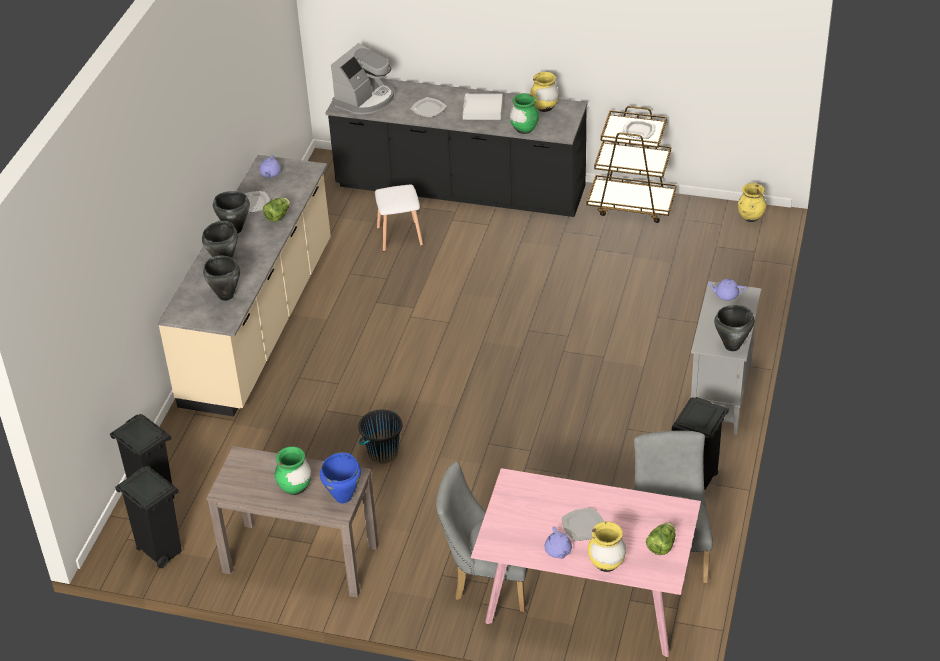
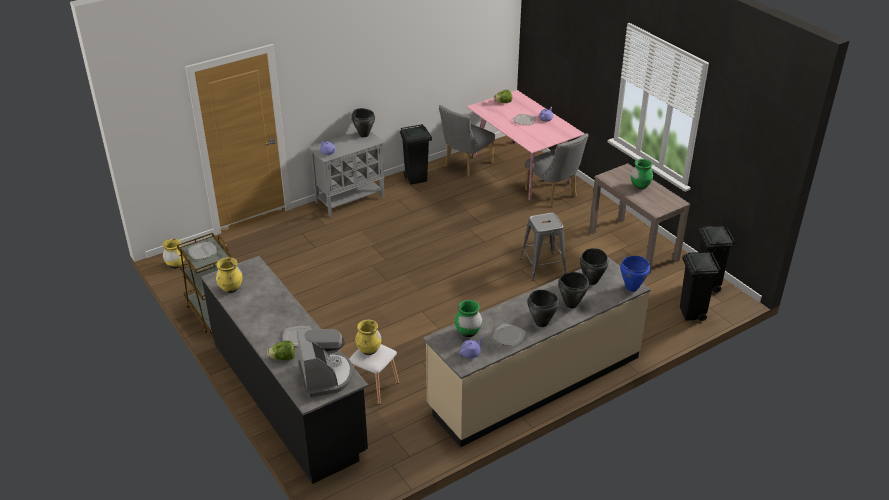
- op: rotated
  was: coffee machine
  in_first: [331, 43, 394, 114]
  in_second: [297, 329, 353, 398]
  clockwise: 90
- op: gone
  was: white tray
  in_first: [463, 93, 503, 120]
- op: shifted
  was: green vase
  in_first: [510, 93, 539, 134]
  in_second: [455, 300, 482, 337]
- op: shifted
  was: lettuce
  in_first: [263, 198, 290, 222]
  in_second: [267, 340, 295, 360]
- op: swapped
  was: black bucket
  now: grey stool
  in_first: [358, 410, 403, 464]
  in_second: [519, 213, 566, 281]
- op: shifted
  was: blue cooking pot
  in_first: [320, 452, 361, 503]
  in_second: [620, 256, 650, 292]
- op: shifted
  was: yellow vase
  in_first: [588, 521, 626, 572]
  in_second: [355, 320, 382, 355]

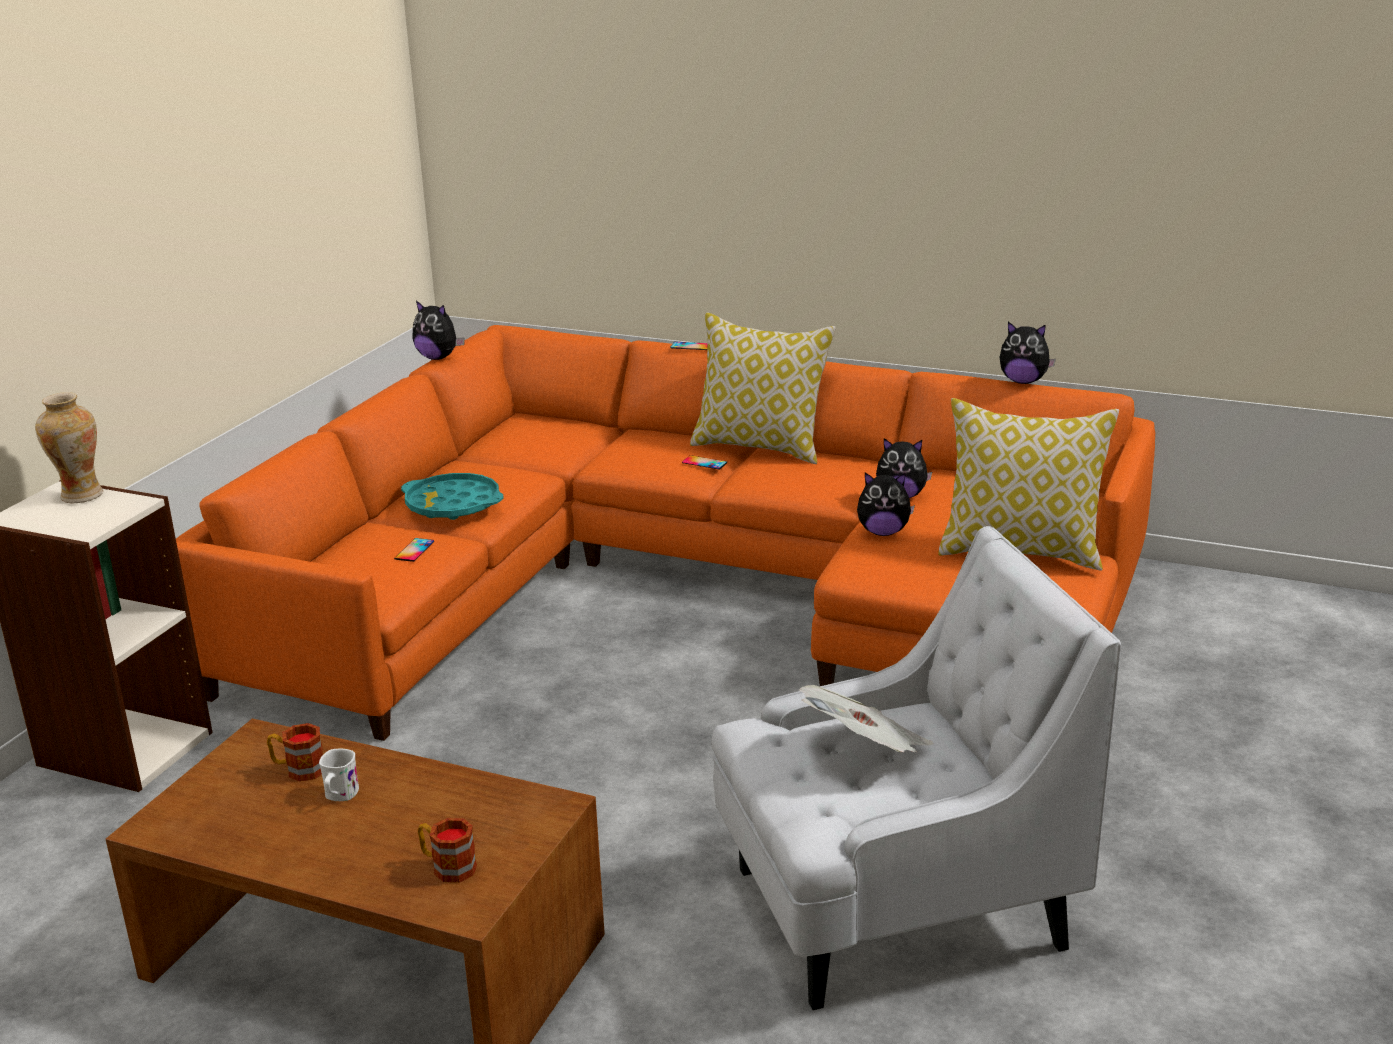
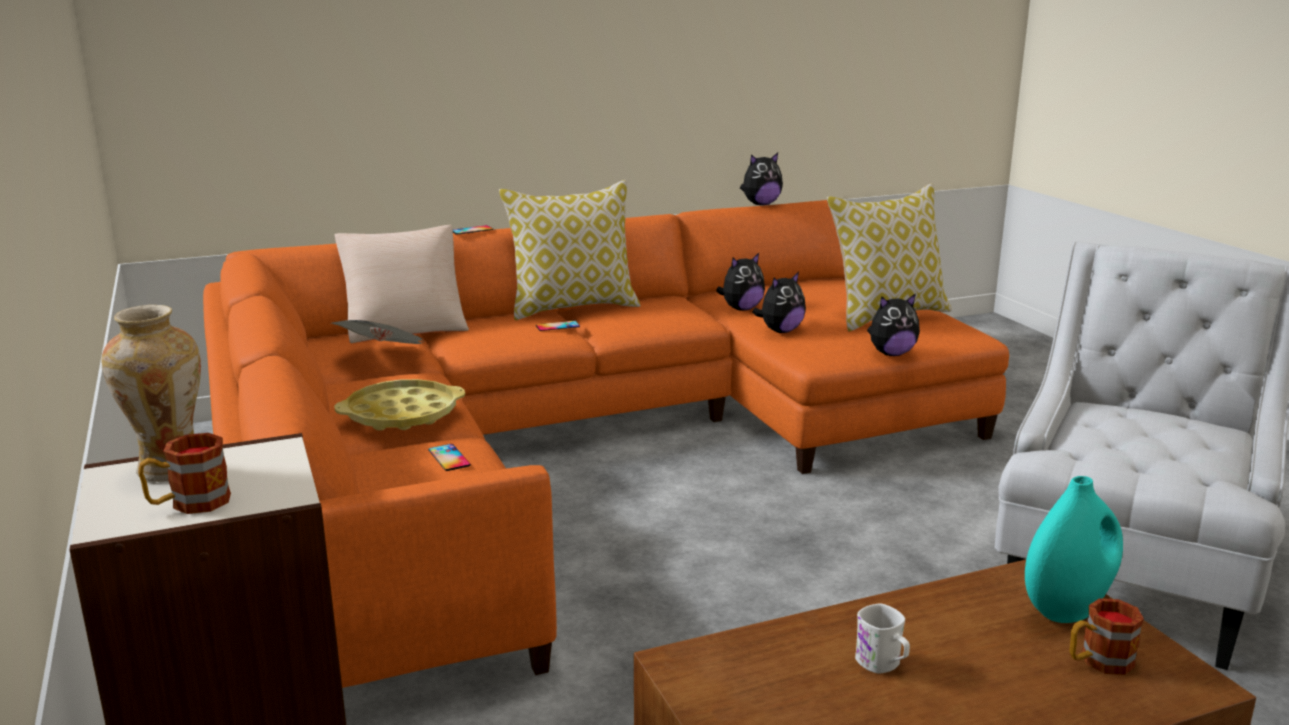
- op: shifted
  was: plush toy
  in_first: [413, 301, 465, 360]
  in_second: [867, 294, 920, 356]
- op: repainted
  was: turquoise tray
  now: yellow tray
  in_first: [401, 473, 503, 520]
  in_second: [334, 379, 465, 431]
- op: shifted
  was: newspaper
  in_first: [799, 685, 934, 753]
  in_second: [331, 320, 425, 344]
- op: shifted
  was: mug
  in_first: [267, 723, 323, 782]
  in_second: [138, 433, 231, 514]
- op: new
  now: beige pillow
  in_second: [335, 225, 469, 343]
- op: new
  now: turquoise vase
  in_second: [1025, 476, 1123, 623]

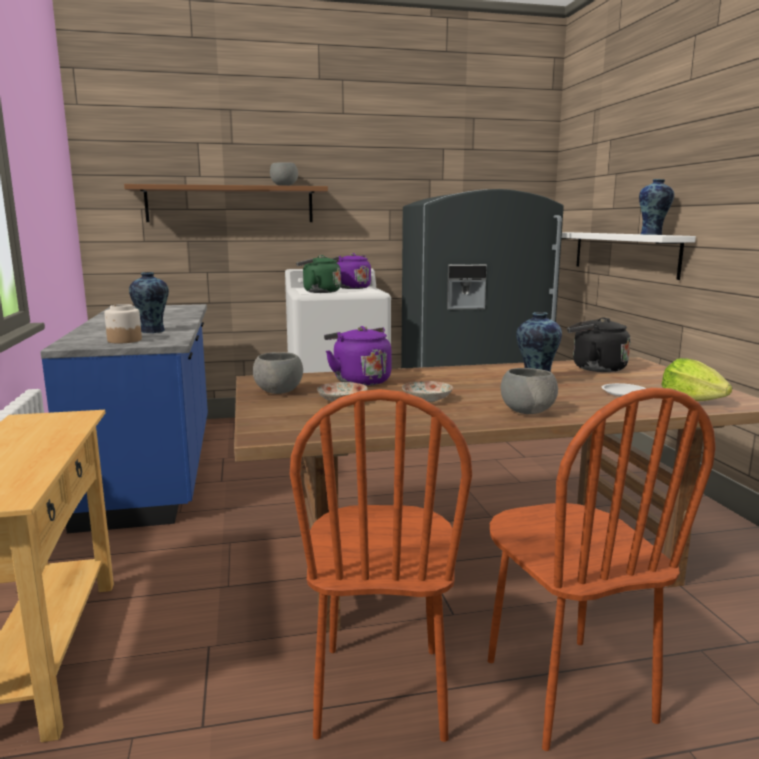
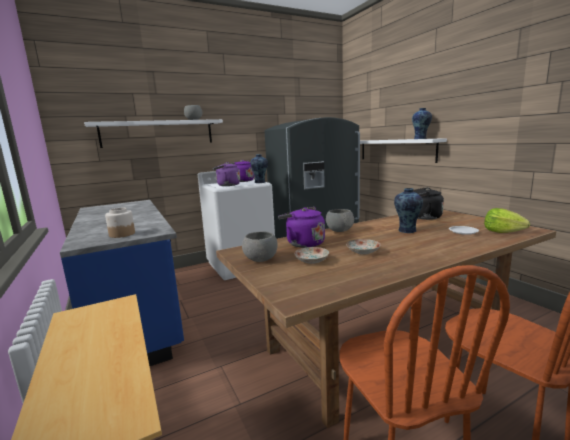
- op: repainted
  was: brown shelf
  now: white shelf
  in_first: [124, 184, 328, 222]
  in_second: [84, 119, 223, 148]
- op: repainted
  was: green kettle
  now: purple kettle
  in_first: [296, 255, 341, 293]
  in_second: [212, 162, 240, 186]
- op: shifted
  was: vase
  in_first: [129, 272, 169, 333]
  in_second: [250, 154, 268, 183]
- op: shifted
  was: grey bowl
  in_first: [501, 368, 558, 414]
  in_second: [326, 209, 354, 232]

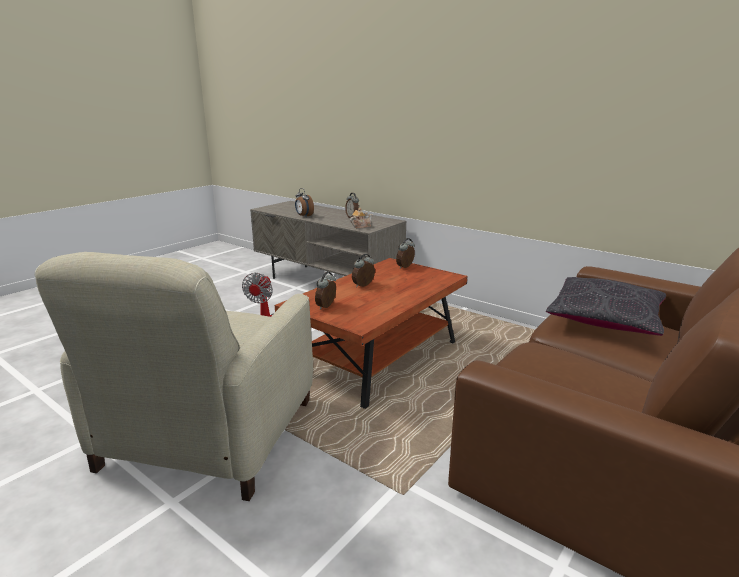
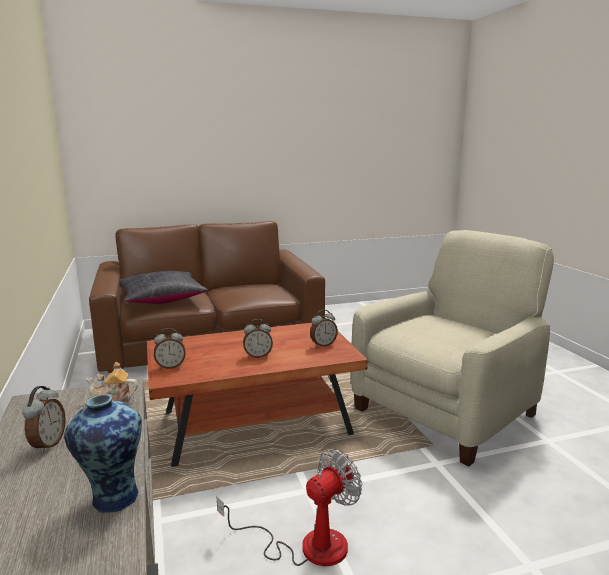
- op: swapped
  was: alarm clock
  now: vase
  in_first: [295, 188, 314, 218]
  in_second: [64, 394, 142, 513]

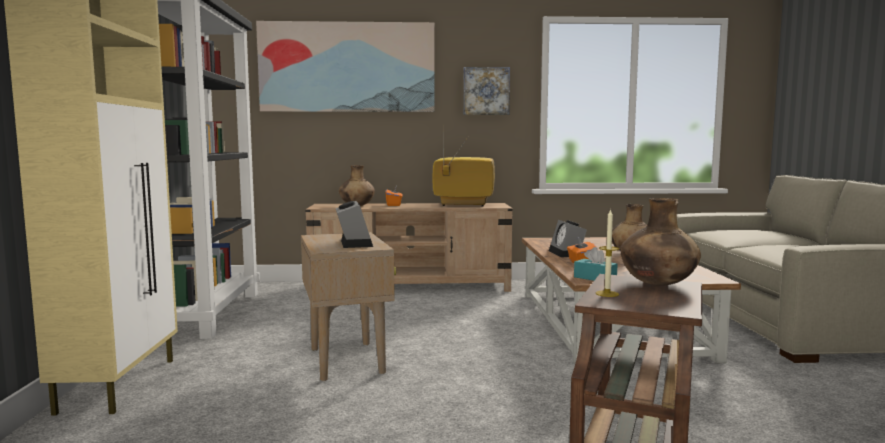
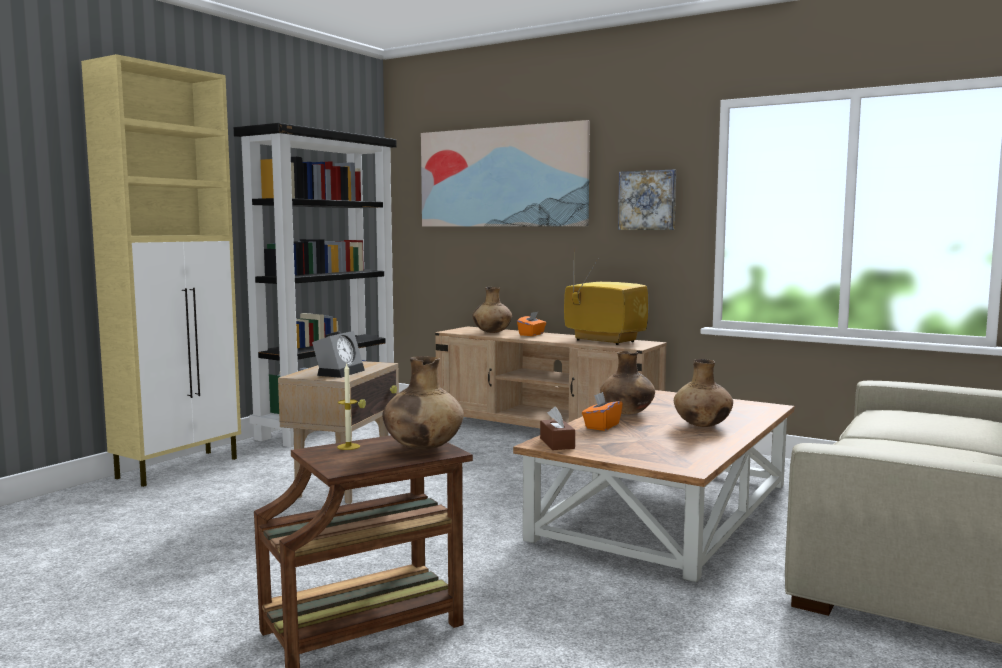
- op: swapped
  was: alarm clock
  now: brown vase
  in_first: [549, 220, 587, 257]
  in_second: [600, 351, 655, 415]
- op: repainted
  was: turquoise tissue box
  now: brown tissue box
  in_first: [574, 247, 618, 281]
  in_second: [540, 406, 575, 450]

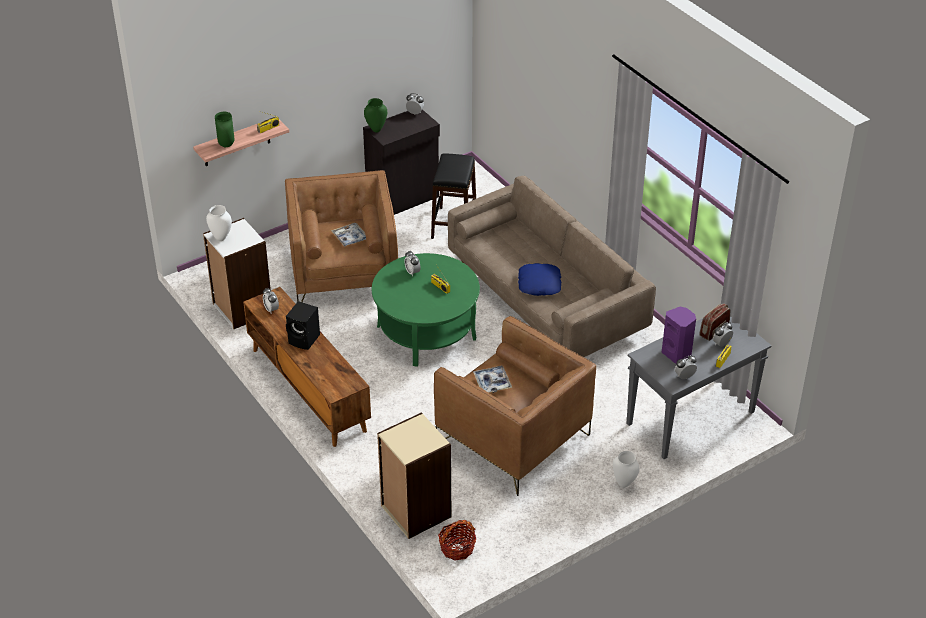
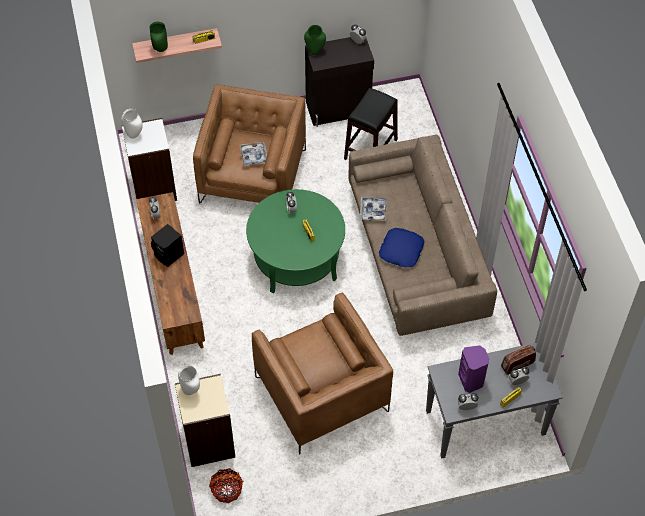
- op: shifted
  was: tray
  in_first: [473, 366, 512, 393]
  in_second: [360, 197, 387, 221]
- op: shifted
  was: white vase
  in_first: [613, 451, 639, 488]
  in_second: [178, 366, 200, 395]

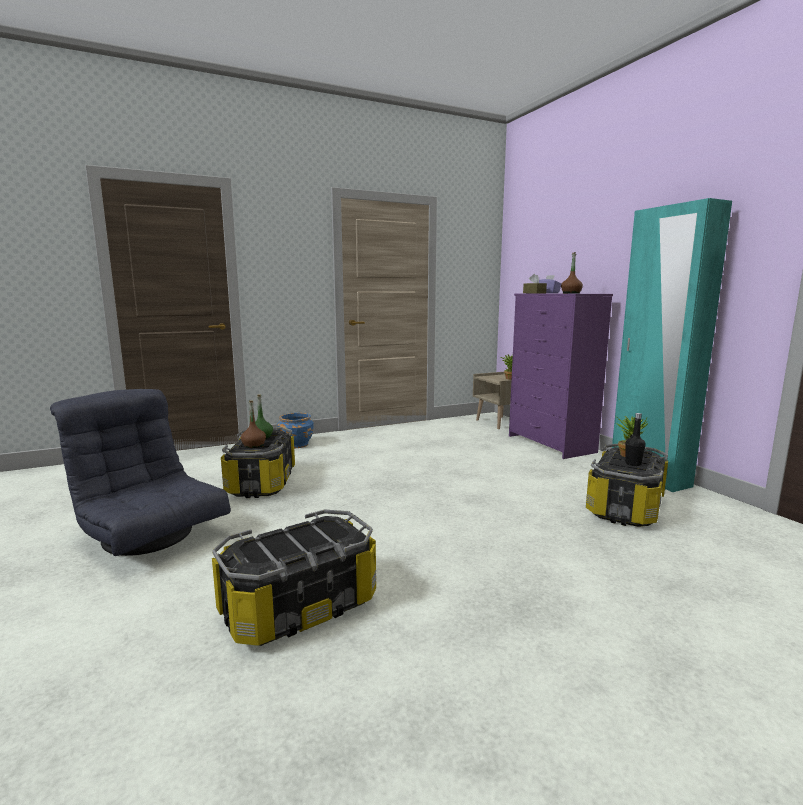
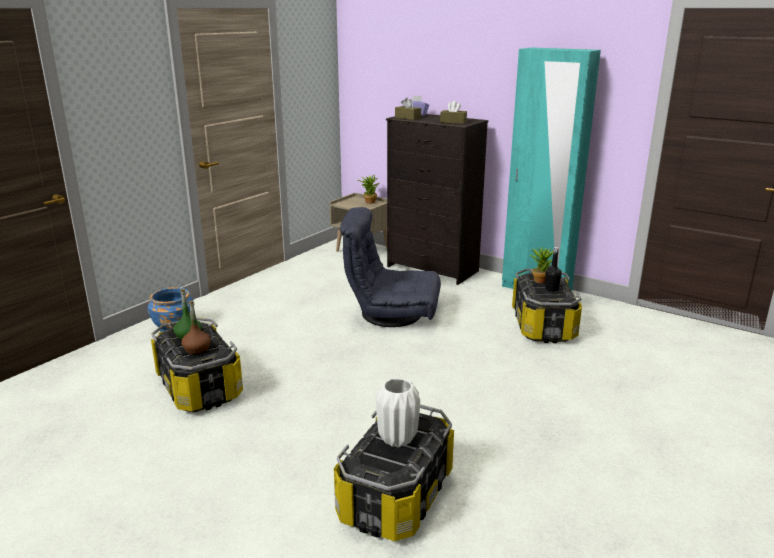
- op: swapped
  was: brown bottle
  now: brown tissue box
  in_first: [561, 252, 583, 294]
  in_second: [440, 101, 467, 124]
- op: repainted
  was: purple dresser
  now: black dresser
  in_first: [509, 294, 613, 459]
  in_second: [386, 114, 488, 285]
- op: shifted
  was: grey armchair
  in_first: [50, 389, 231, 556]
  in_second: [340, 207, 441, 327]
- op: new
  now: white vase
  in_second: [376, 378, 420, 448]

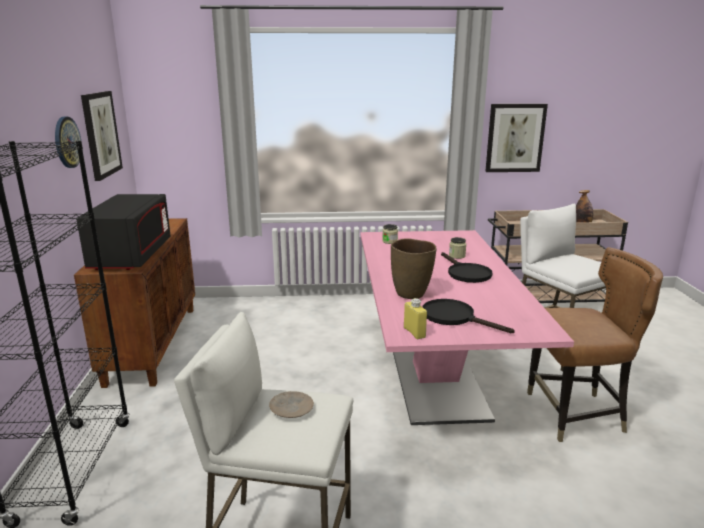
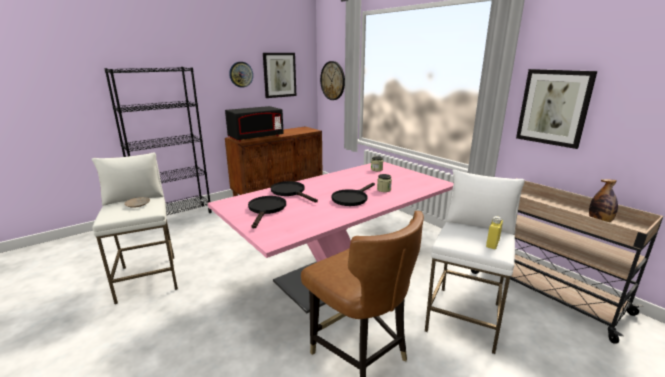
- op: swapped
  was: brown vase
  now: black frying pan
  in_first: [391, 238, 437, 299]
  in_second: [271, 181, 318, 202]
- op: shifted
  was: yellow bottle
  in_first: [404, 298, 427, 339]
  in_second: [486, 216, 503, 249]
- op: new
  now: wall clock
  in_second: [320, 61, 345, 100]

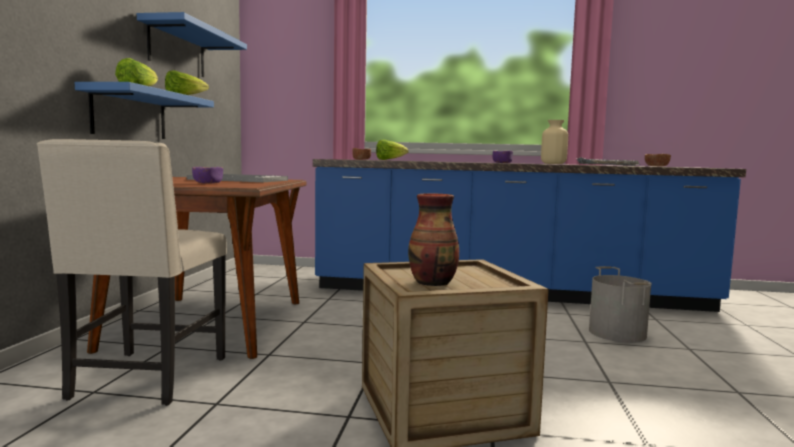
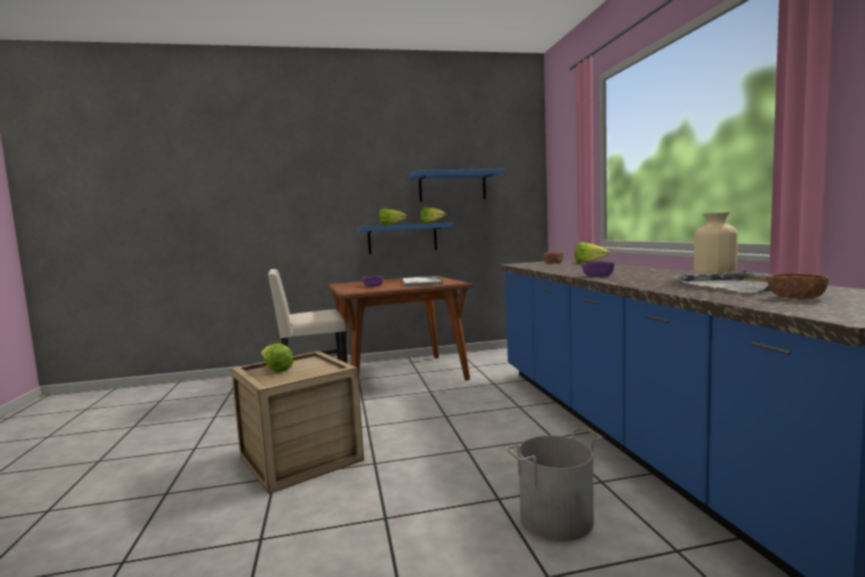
- op: swapped
  was: vase
  now: lettuce
  in_first: [408, 193, 459, 286]
  in_second: [261, 343, 294, 372]

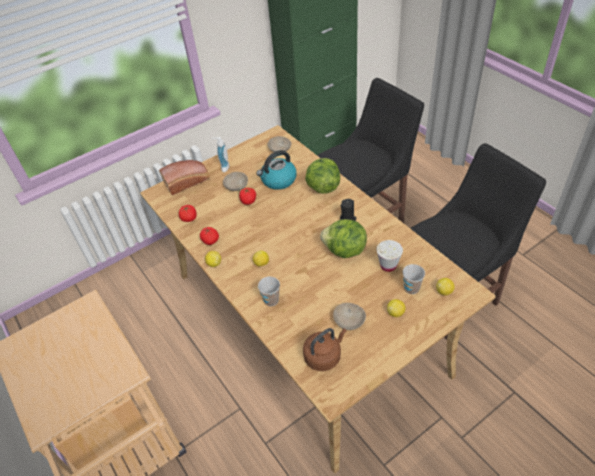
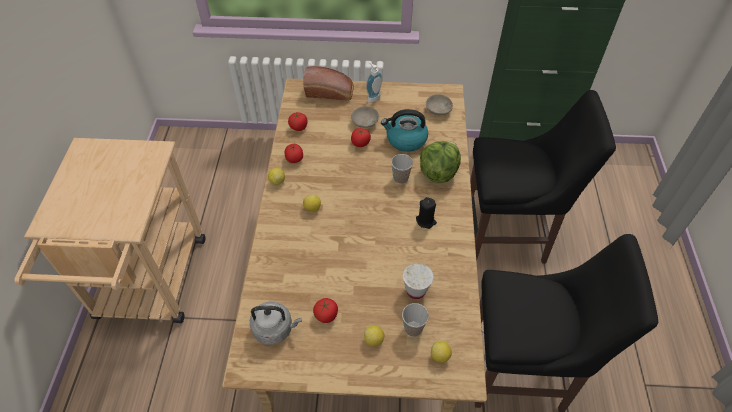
- op: gone
  was: lettuce
  in_first: [320, 219, 367, 258]
- op: shifted
  was: cup
  in_first: [258, 276, 280, 306]
  in_second: [391, 154, 413, 184]
- op: swapped
  was: beige bowl
  now: tomato
  in_first: [333, 303, 366, 330]
  in_second: [313, 298, 338, 323]
- op: repainted
  was: brown kettle
  now: grey kettle
  in_first: [303, 328, 347, 371]
  in_second: [250, 301, 302, 345]

